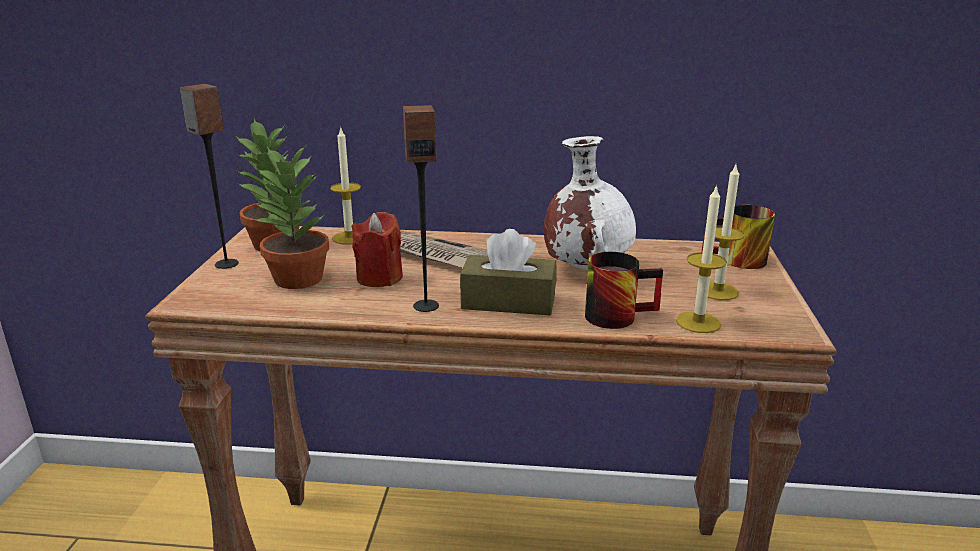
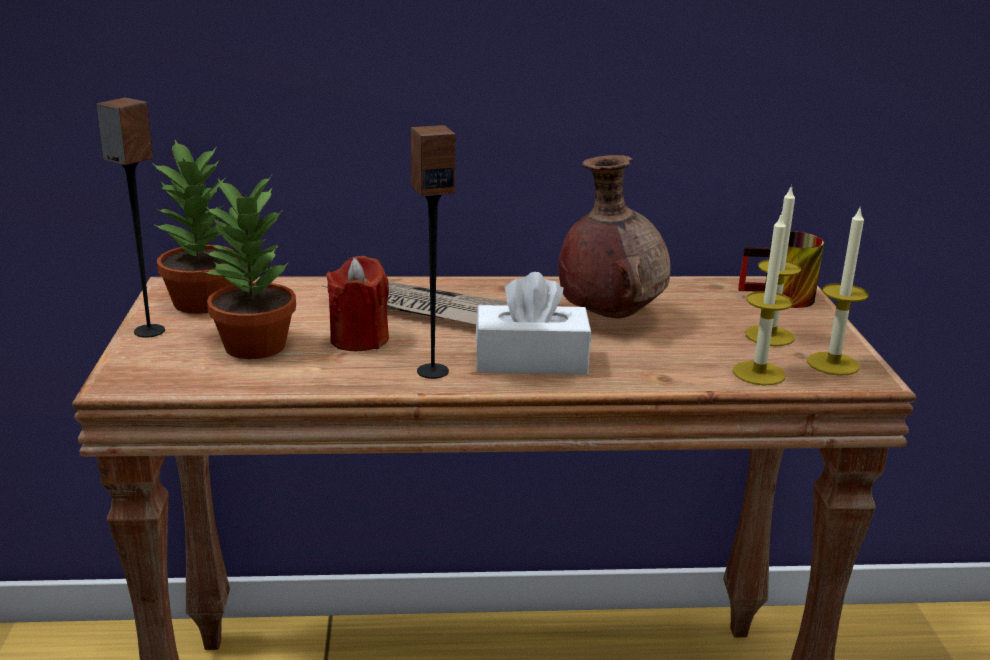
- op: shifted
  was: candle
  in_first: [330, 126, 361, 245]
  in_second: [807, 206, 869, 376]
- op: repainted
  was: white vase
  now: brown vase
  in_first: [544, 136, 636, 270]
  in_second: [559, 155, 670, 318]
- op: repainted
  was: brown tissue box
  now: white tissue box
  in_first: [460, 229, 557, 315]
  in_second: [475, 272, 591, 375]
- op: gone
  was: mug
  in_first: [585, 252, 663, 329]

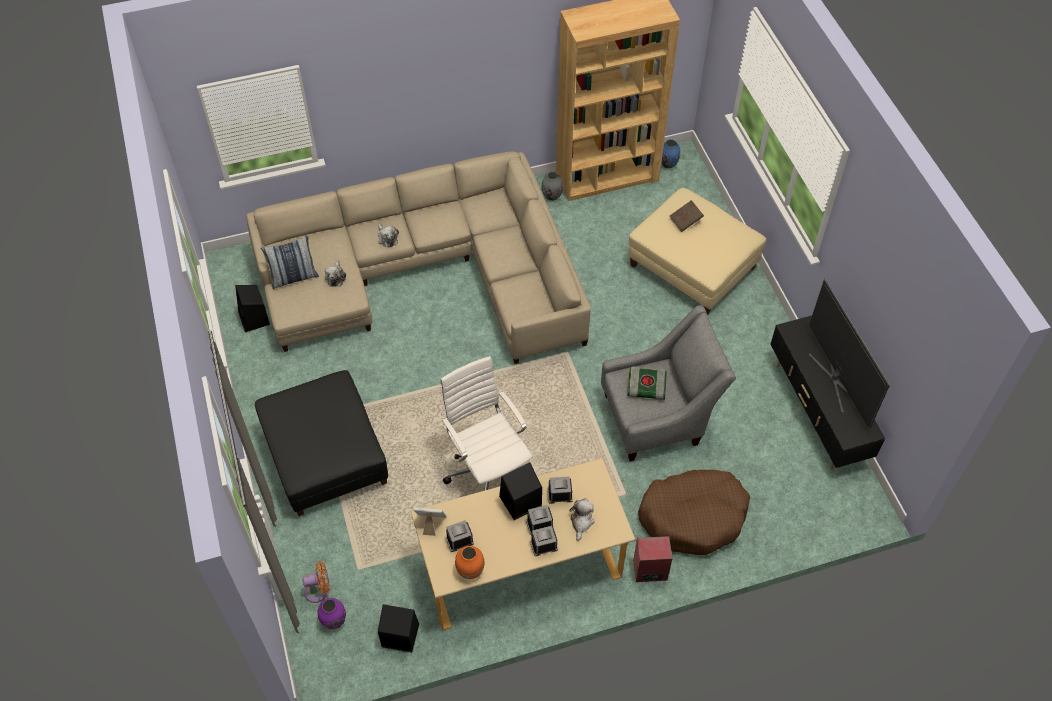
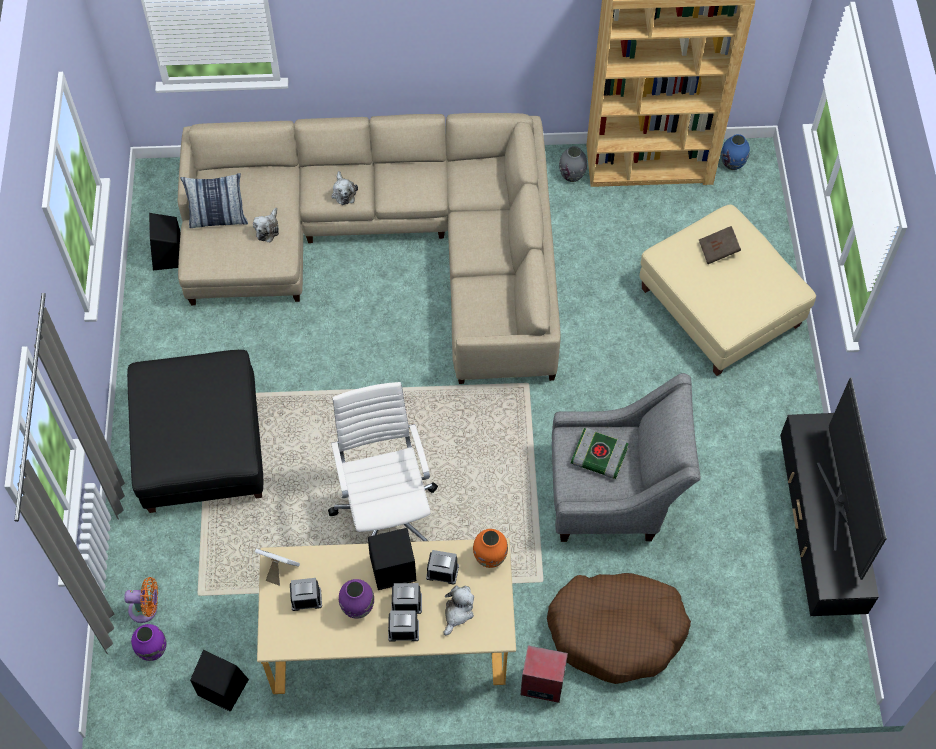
- op: shifted
  was: orange vase
  in_first: [455, 546, 485, 579]
  in_second: [473, 529, 508, 568]
- op: new
  now: purple vase
  in_second: [339, 579, 374, 619]

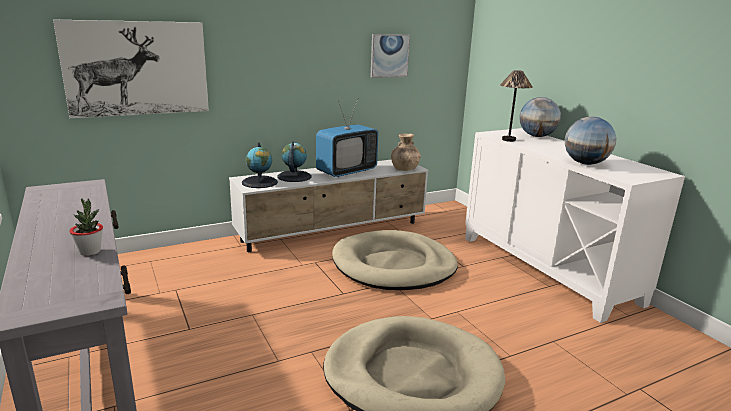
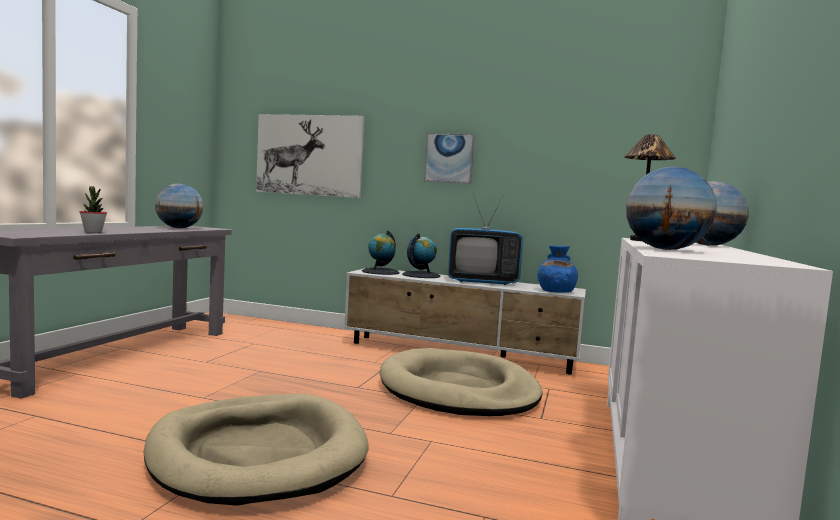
- op: shifted
  was: picture
  in_first: [370, 34, 410, 78]
  in_second: [424, 133, 475, 184]
- op: repainted
  was: brown vase
  now: blue vase
  in_first: [391, 133, 421, 171]
  in_second: [537, 245, 578, 293]
- op: new
  now: globe
  in_second: [155, 184, 203, 228]

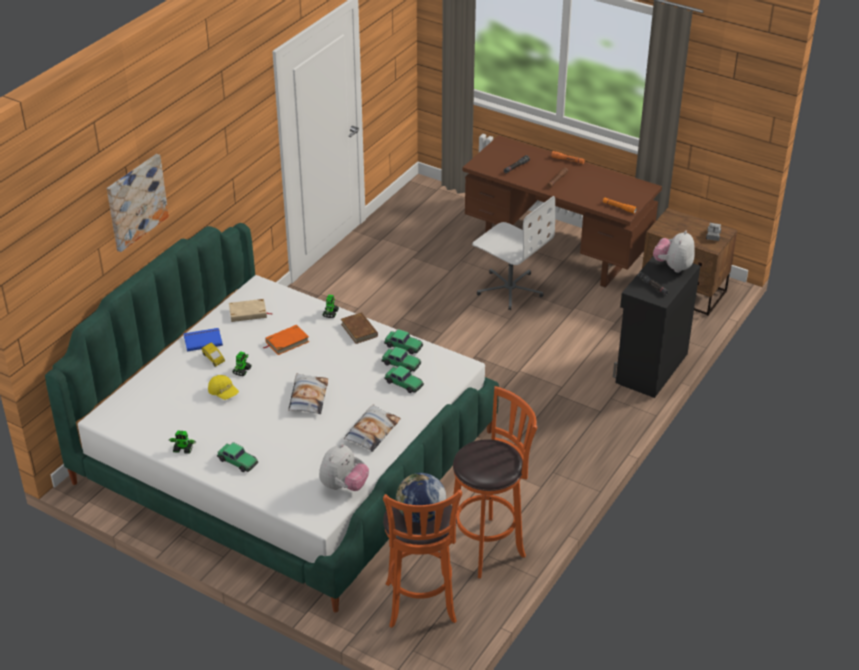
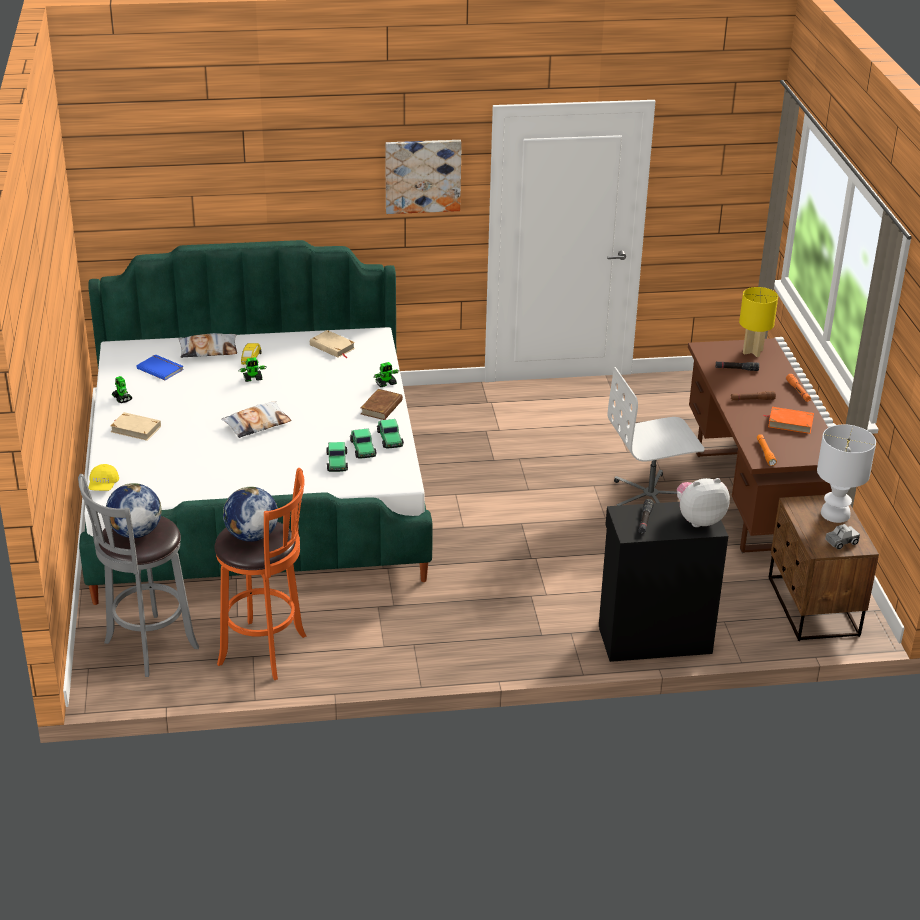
- op: shifted
  was: picture
  in_first: [107, 154, 169, 252]
  in_second: [385, 140, 462, 214]
- op: rotated
  was: white office chair
  in_first: [472, 196, 555, 310]
  in_second: [608, 367, 705, 506]
  clockwise: 75
- op: shifted
  was: orange book
  in_first: [263, 325, 309, 355]
  in_second: [763, 407, 814, 434]
- op: shifted
  was: blue book
  in_first: [184, 328, 223, 352]
  in_second: [136, 354, 184, 380]
- op: shifted
  was: yellow cap
  in_first: [208, 375, 239, 400]
  in_second: [89, 464, 119, 491]
- op: shifted
  was: pillow
  in_first: [344, 404, 401, 452]
  in_second: [178, 333, 237, 358]
- op: swapped
  was: toy car
  now: beige book
  in_first: [217, 442, 258, 472]
  in_second: [110, 412, 161, 441]
- op: gone
  was: plush toy
  in_first: [319, 443, 369, 491]
- op: repainted
  was: orange stool
  now: grey stool
  in_first: [383, 489, 462, 628]
  in_second: [78, 474, 199, 677]
- op: new
  now: yellow table lamp
  in_second: [739, 287, 778, 357]
- op: new
  now: white table lamp
  in_second: [817, 424, 876, 523]
- op: new
  now: globe
  in_second: [223, 487, 278, 542]

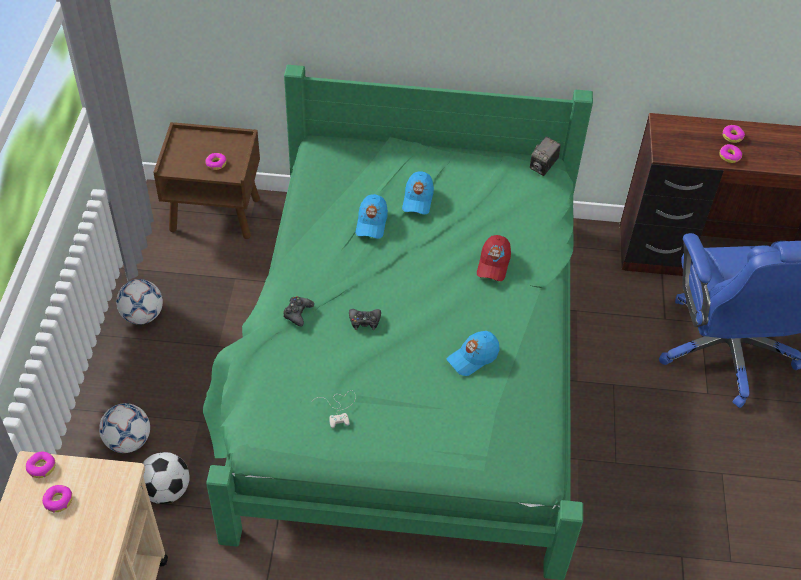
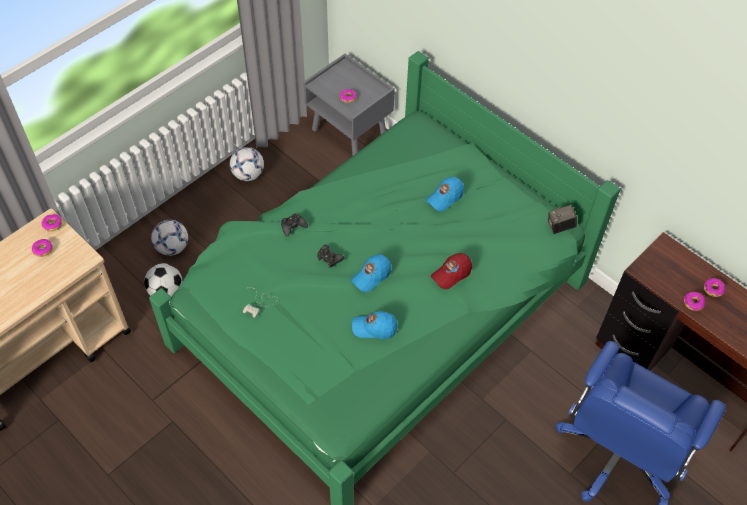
- op: repainted
  was: brown nightstand
  now: grey nightstand
  in_first: [153, 122, 260, 239]
  in_second: [304, 54, 395, 156]
- op: shifted
  was: blue cap
  in_first: [355, 194, 388, 239]
  in_second: [351, 254, 391, 292]

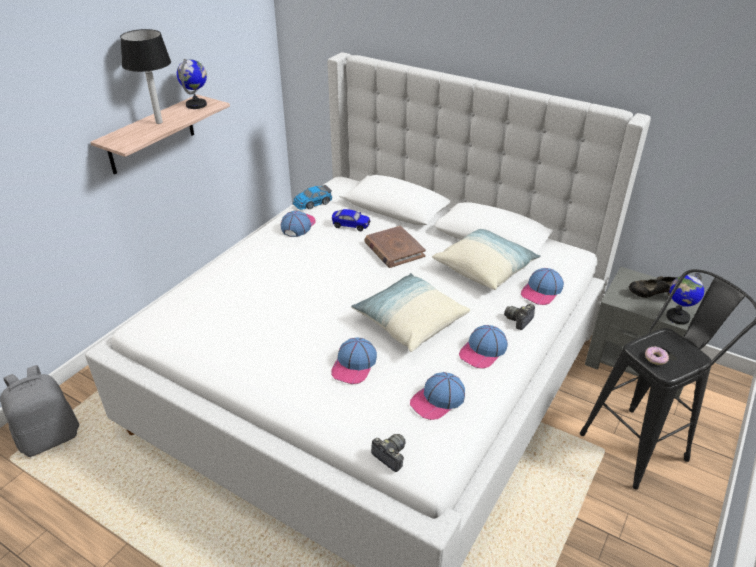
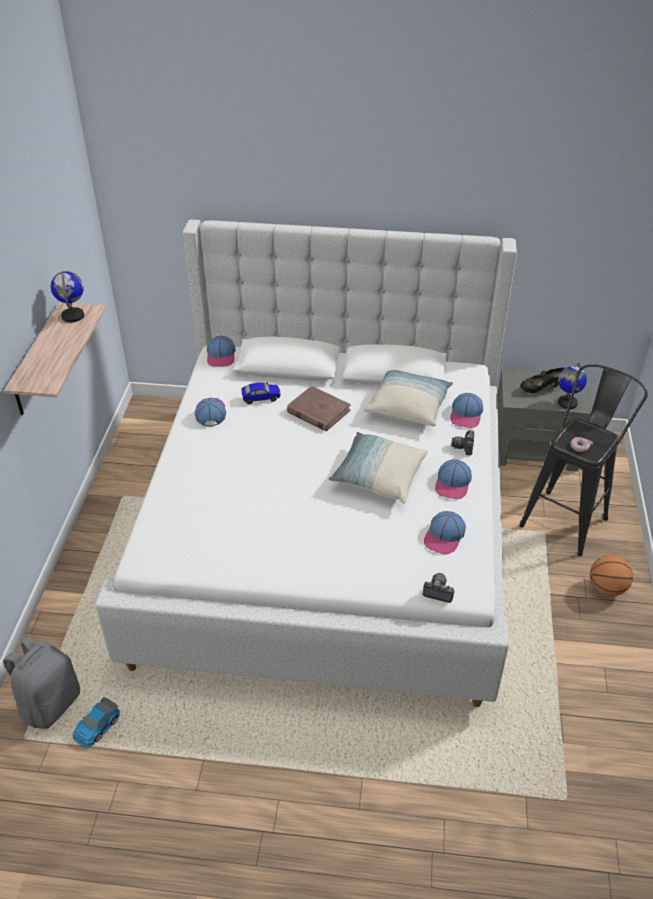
- op: gone
  was: table lamp
  in_first: [120, 29, 171, 124]
- op: shifted
  was: toy car
  in_first: [293, 185, 332, 210]
  in_second: [73, 697, 120, 749]
- op: shifted
  was: cap
  in_first: [331, 337, 377, 384]
  in_second: [207, 336, 236, 367]
- op: new
  now: basketball
  in_second: [590, 555, 633, 596]

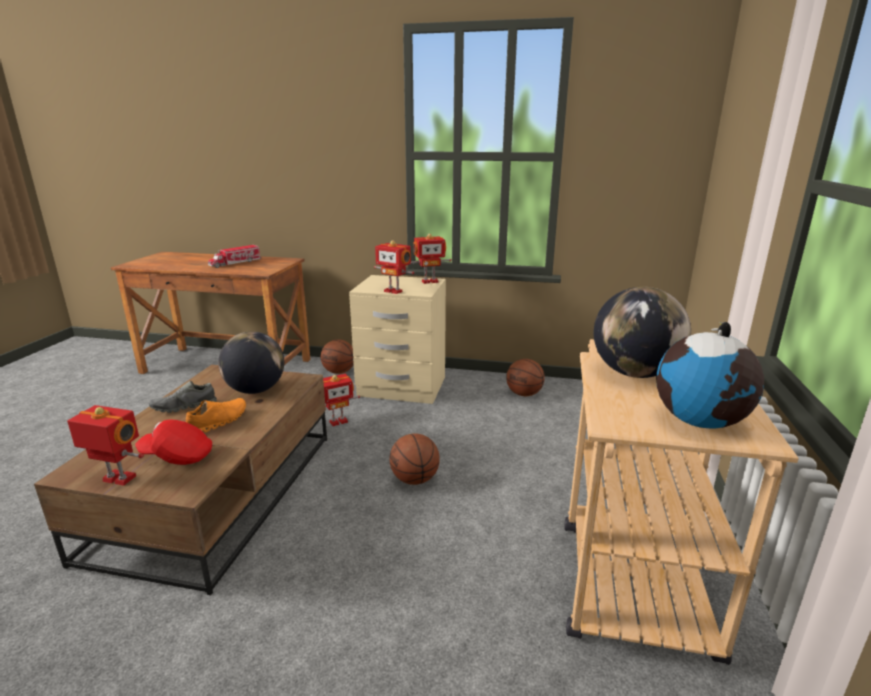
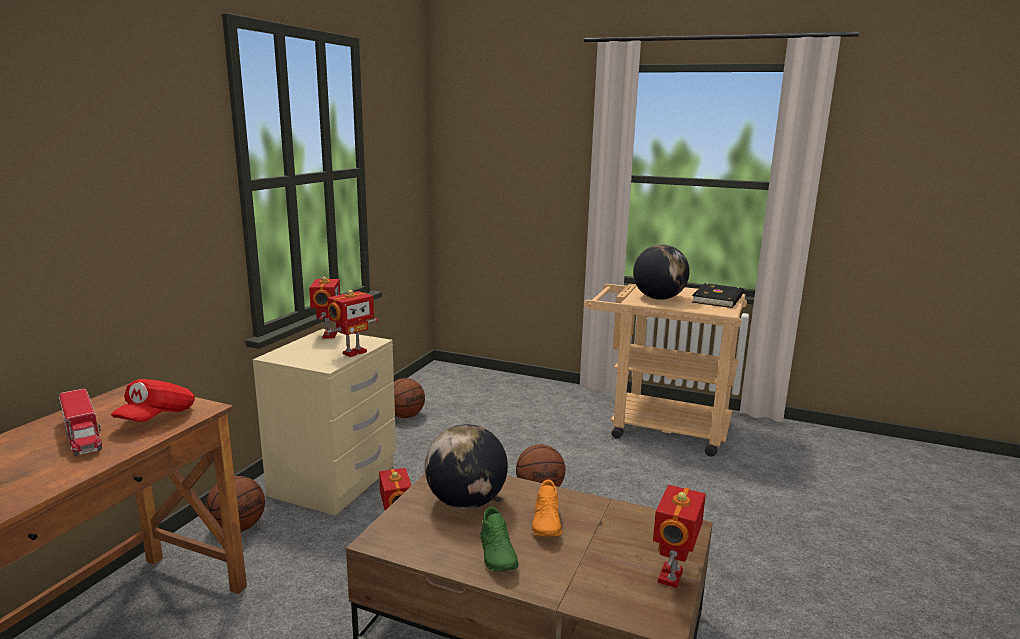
- op: swapped
  was: globe
  now: black book
  in_first: [656, 322, 764, 429]
  in_second: [692, 283, 744, 308]
- op: repainted
  was: grey shoe
  now: green shoe
  in_first: [149, 381, 217, 413]
  in_second: [480, 506, 519, 571]
- op: rotated
  was: orange shoe
  in_first: [186, 398, 246, 432]
  in_second: [532, 480, 562, 537]
  clockwise: -135
- op: shifted
  was: red cap
  in_first: [135, 419, 212, 465]
  in_second: [111, 379, 195, 422]

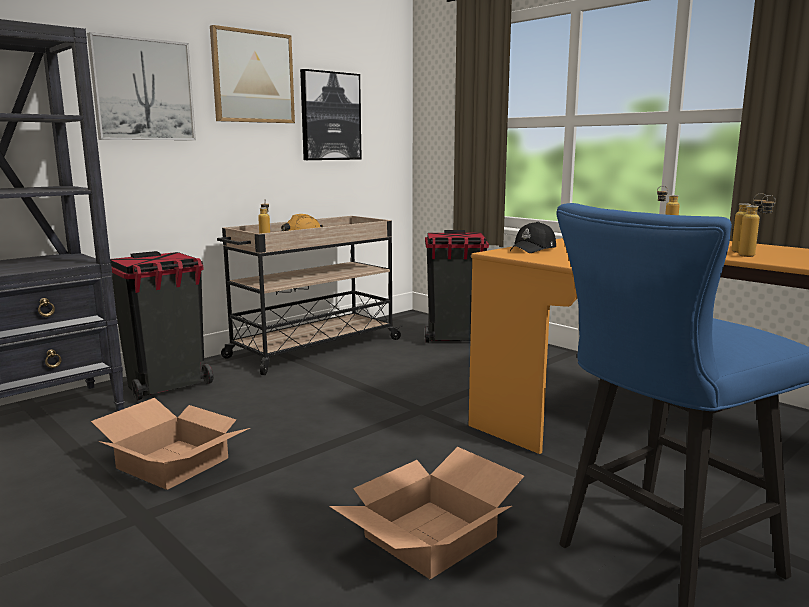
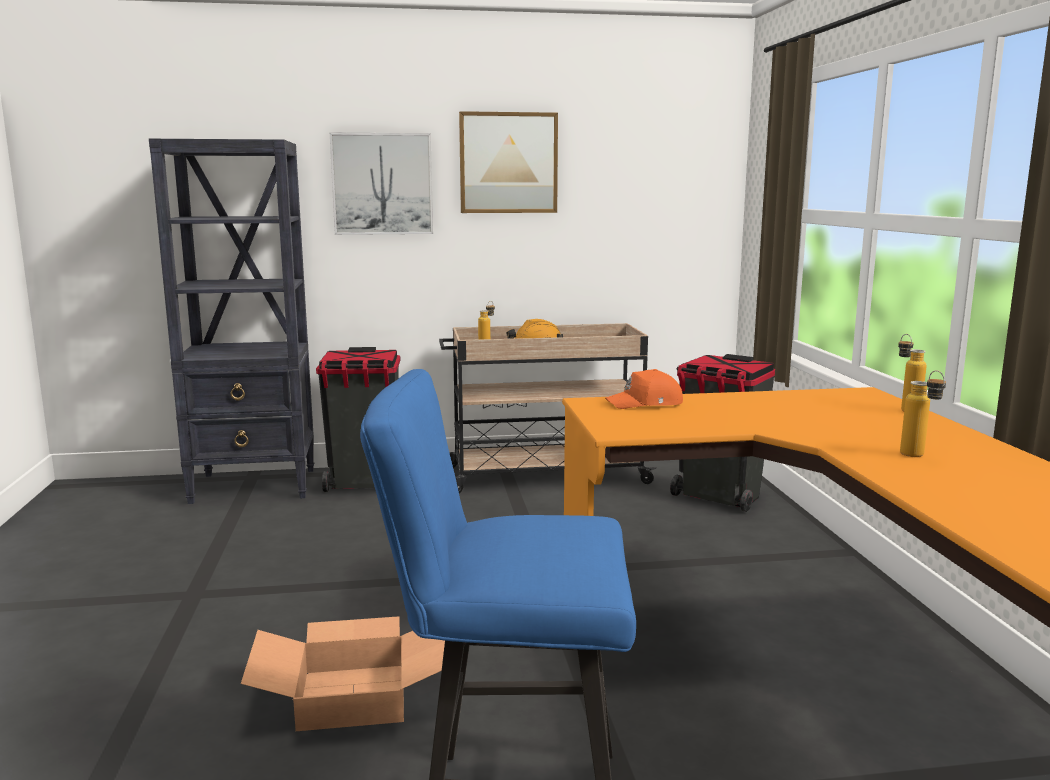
- op: gone
  was: picture
  in_first: [300, 69, 362, 160]
- op: gone
  was: bottle
  in_first: [738, 195, 776, 257]
- op: repainted
  was: black cap
  now: orange cap
  in_first: [510, 222, 556, 253]
  in_second: [605, 369, 683, 409]
- op: gone
  was: cardboard box
  in_first: [91, 398, 250, 490]

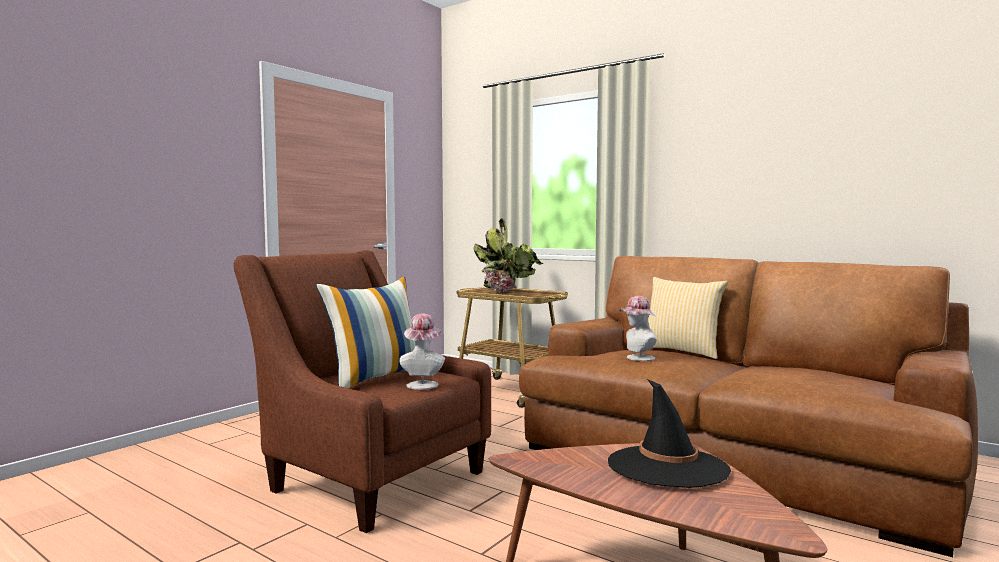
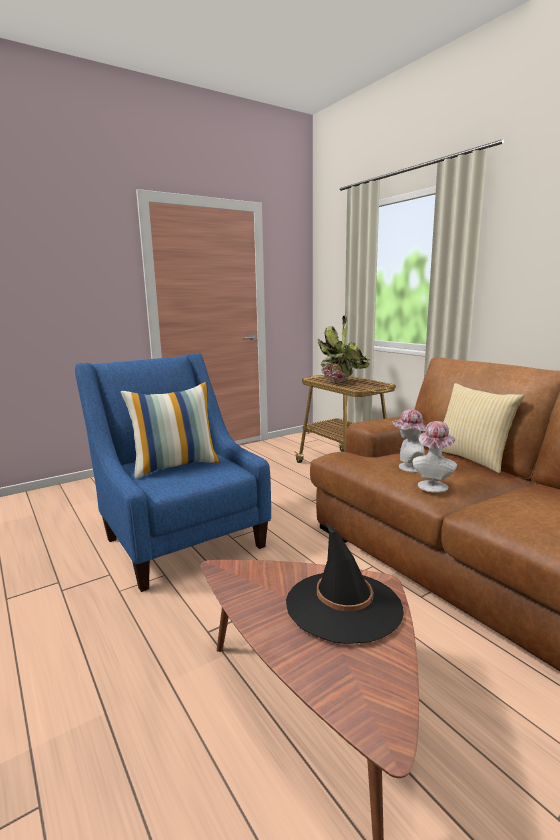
- op: repainted
  was: brown armchair
  now: blue armchair
  in_first: [234, 250, 491, 533]
  in_second: [75, 353, 271, 592]
- op: shifted
  was: hat
  in_first: [399, 313, 445, 390]
  in_second: [413, 421, 457, 493]

